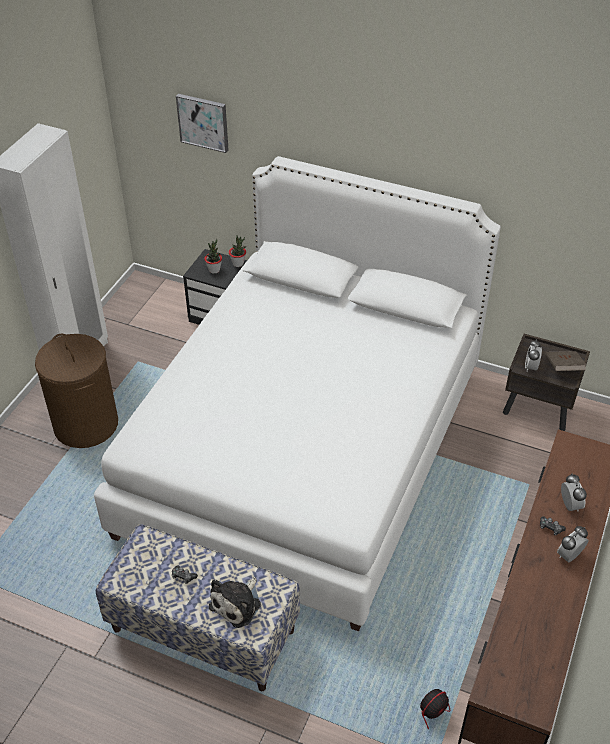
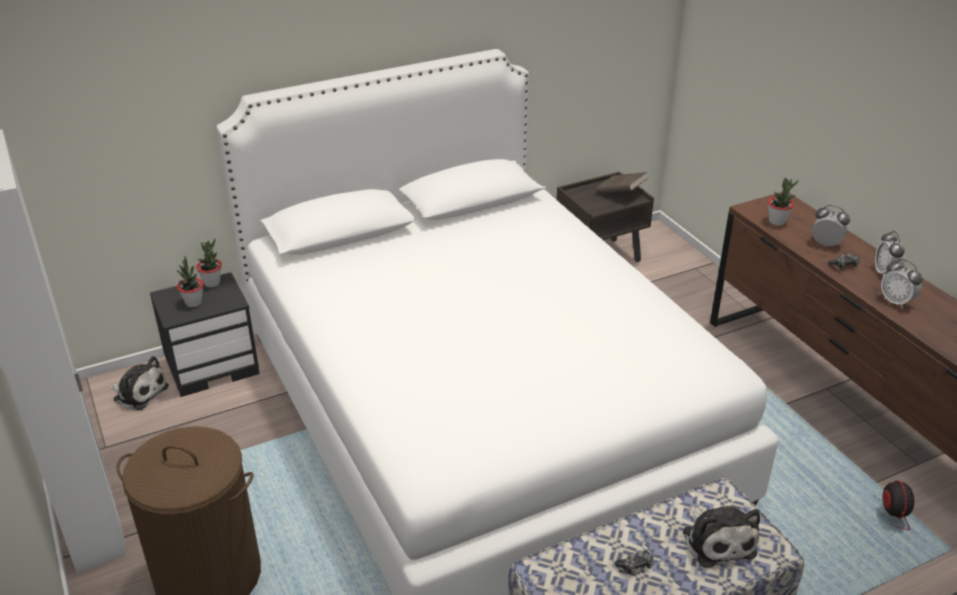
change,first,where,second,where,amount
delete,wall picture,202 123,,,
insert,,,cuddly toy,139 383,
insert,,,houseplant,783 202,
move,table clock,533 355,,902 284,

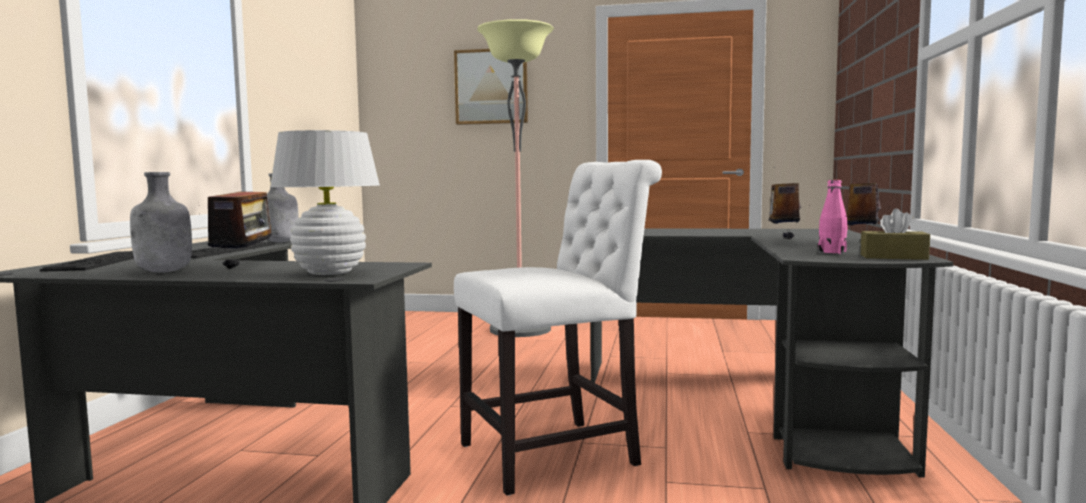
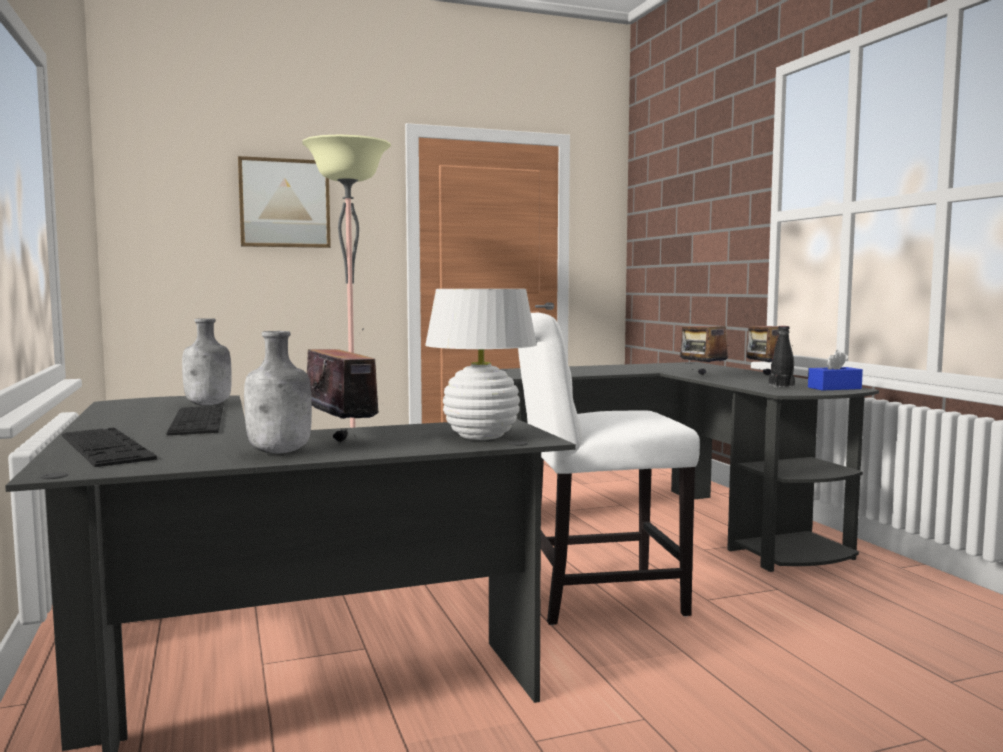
change,first,where,second,where,amount
recolor,pinkish drink bottle,833 217,blackish drink bottle,782 357,
recolor,brown box of tissues,895 234,bluish box of tissues,835 370,
rotate,white upright chair,558 328,,609 469,135 degrees counterclockwise

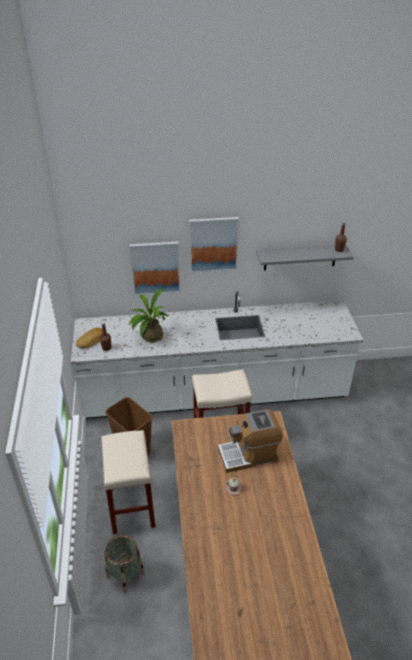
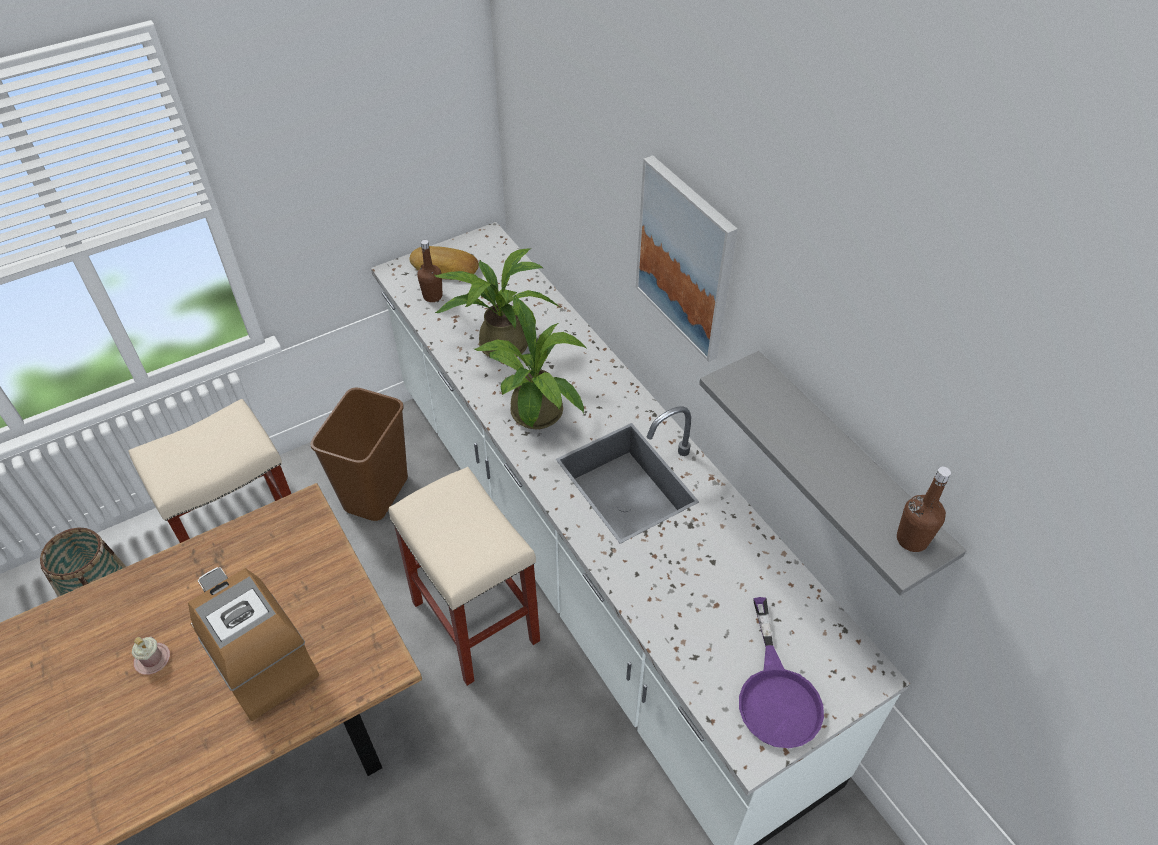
change,first,where,second,where,amount
delete,wall picture,155 268,,,
insert,,,houseplant,530 362,
insert,,,purple skillet,781 672,

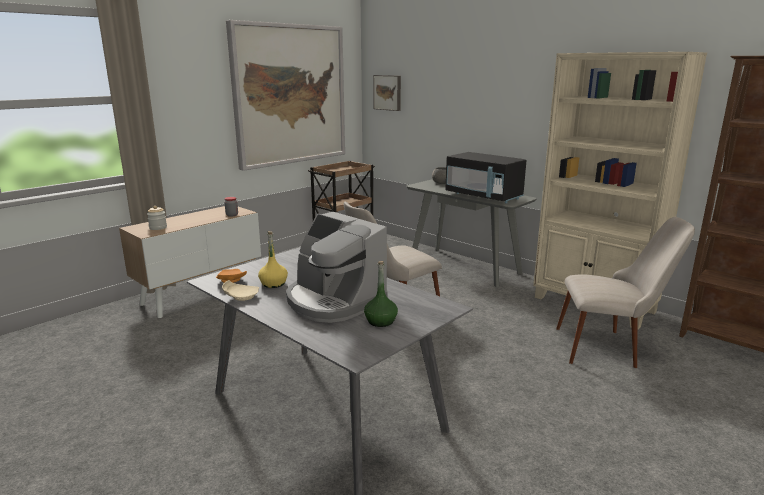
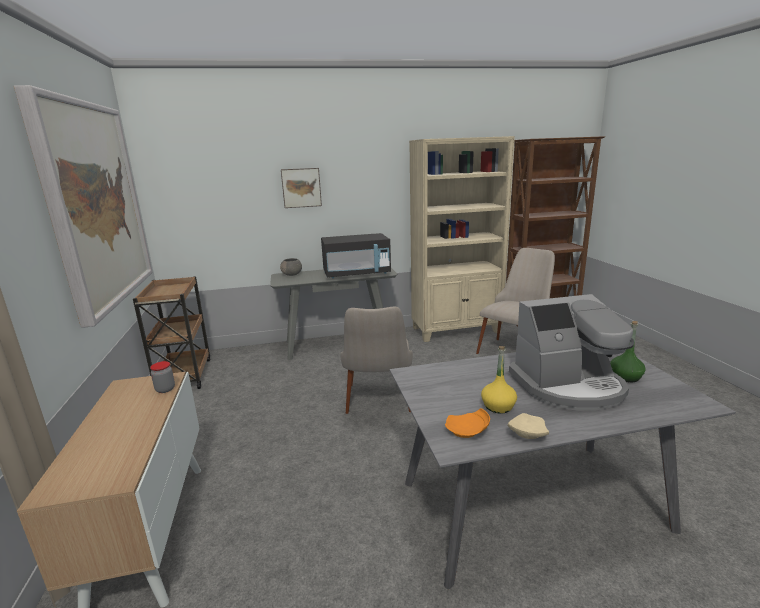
change,first,where,second,where,amount
delete,storage jar,157 218,,,
move,wall picture,387 93,,301 188,

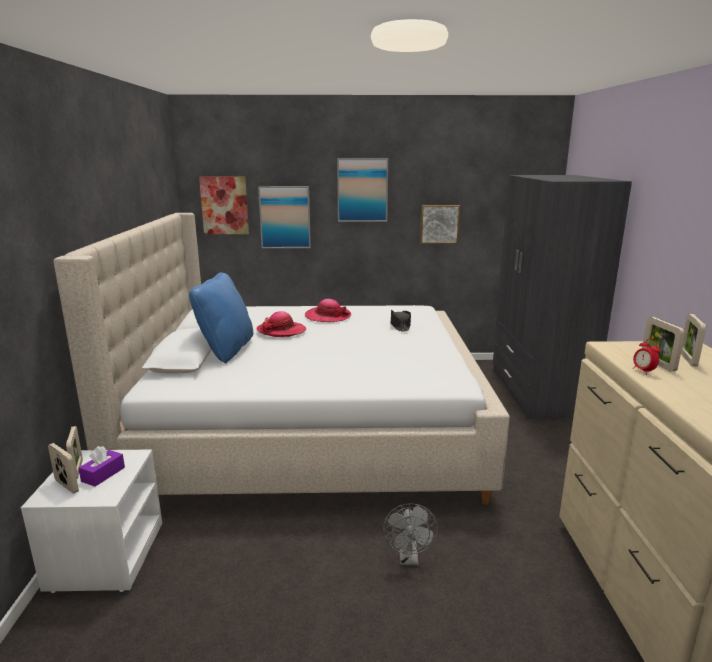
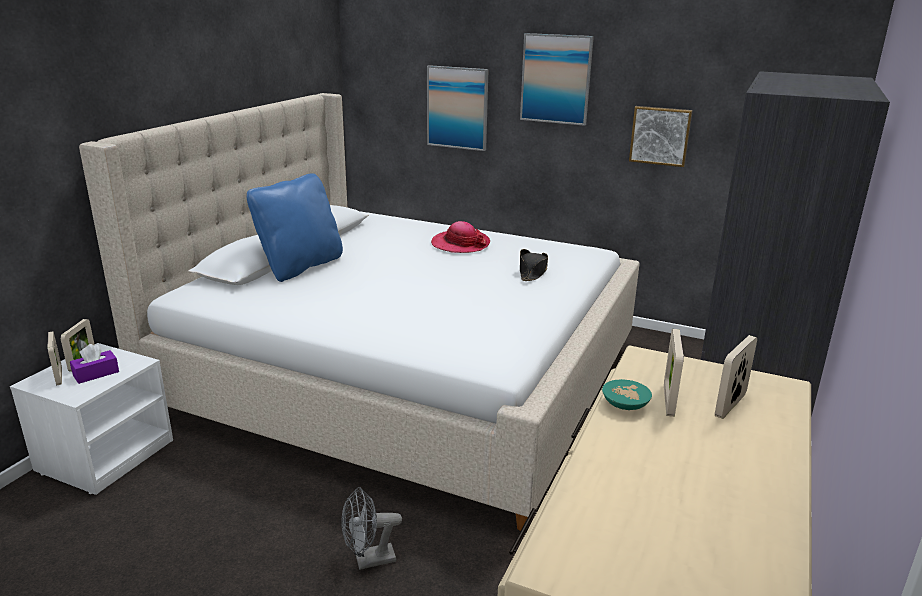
change,first,where,second,where,amount
delete,wall picture,224 205,,,
delete,hat,281 324,,,
replace,table clock,647 356,turquoise-coloured deep dish,627 394,
rotate,grey cooling fan,410 534,,371 528,45 degrees clockwise

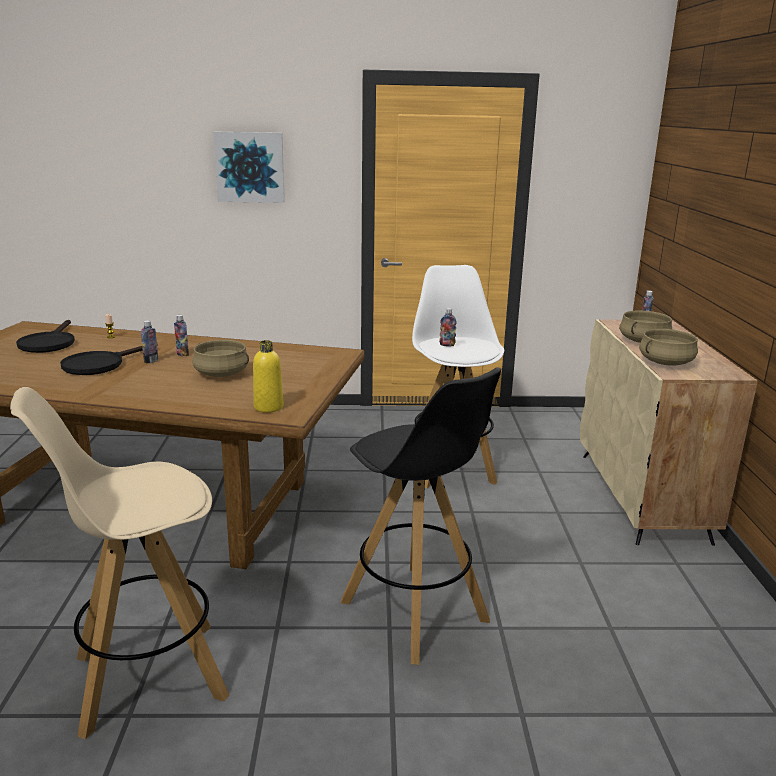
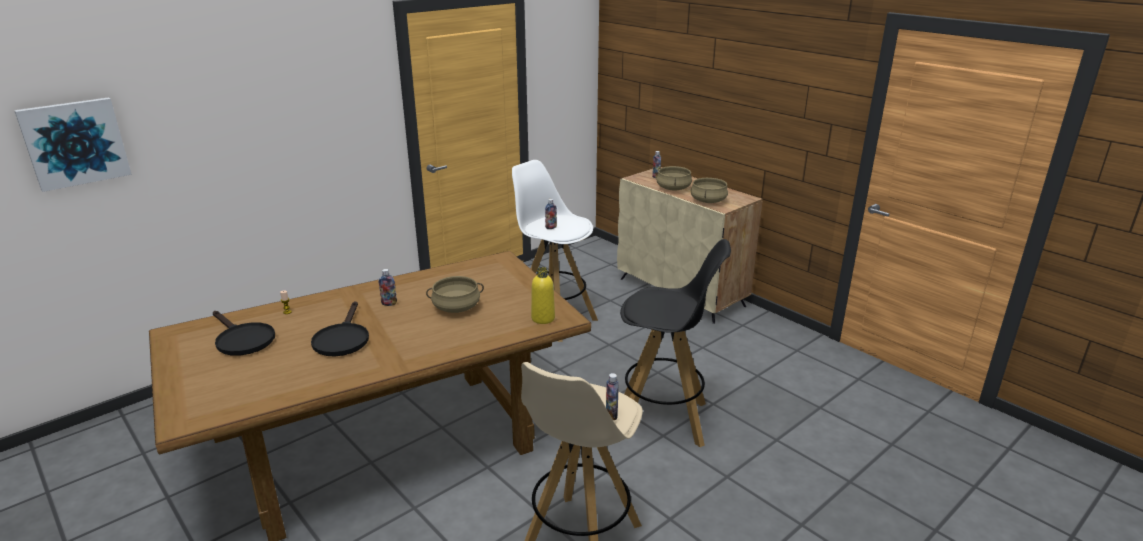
change,first,where,second,where,amount
move,drink bottle,149 342,,612 396,
move,wall picture,249 167,,73 144,

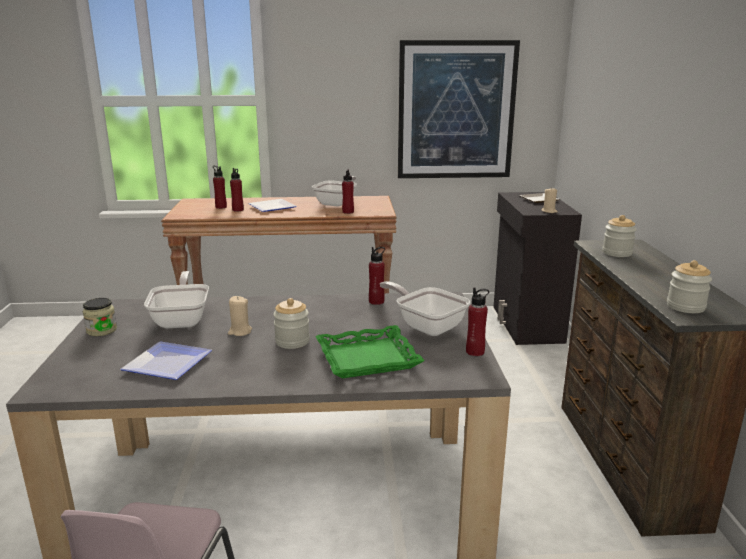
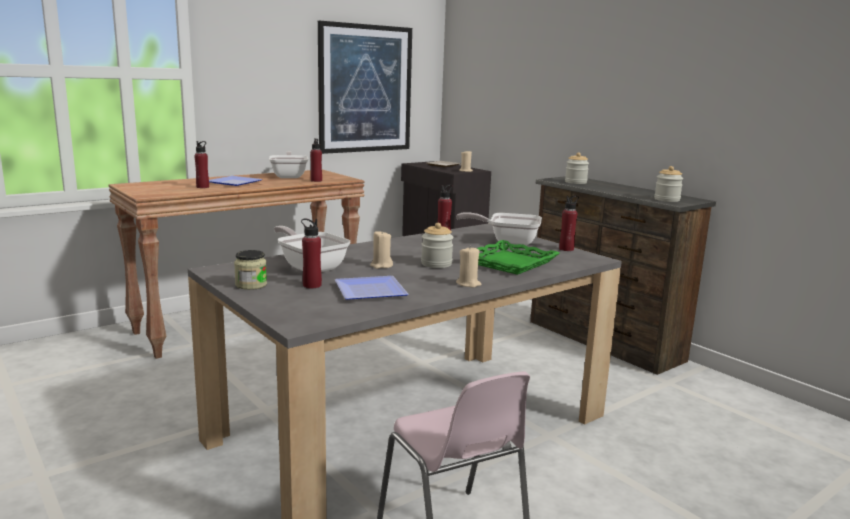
change,first,where,second,where,amount
insert,,,sand-coloured wax candle,469 267,
move,reddish drink bottle,220 187,,311 253,

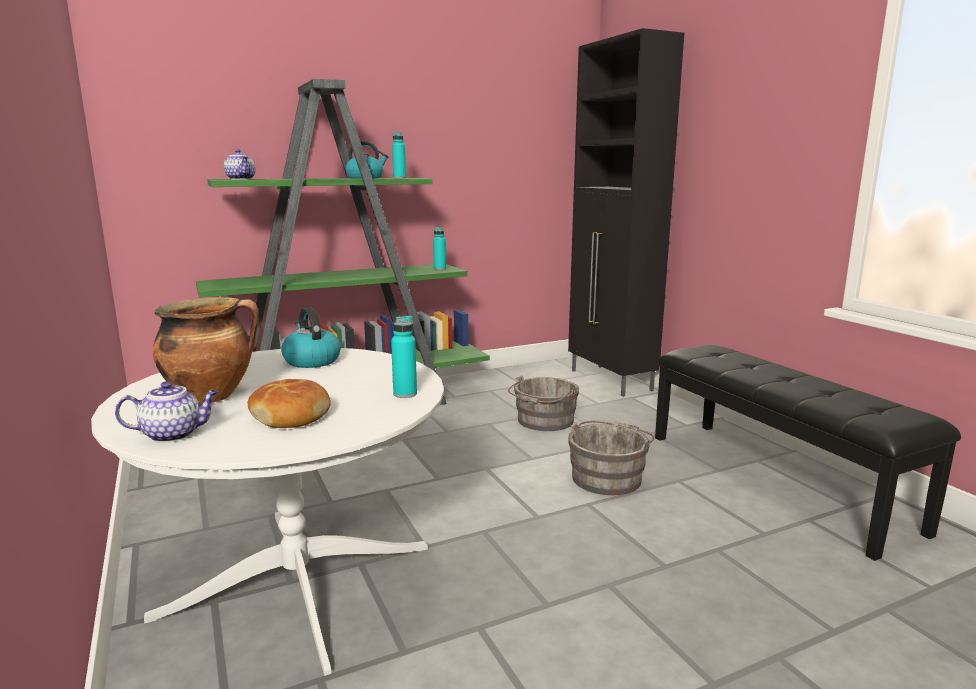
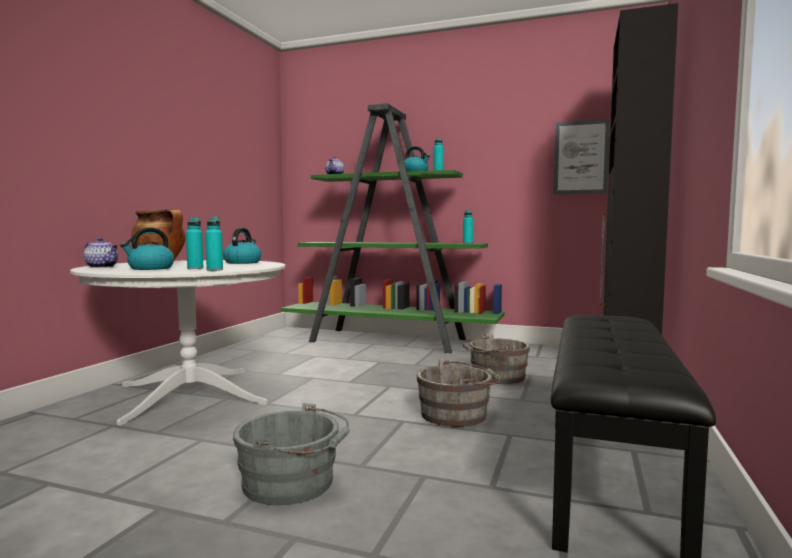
change,first,where,second,where,amount
insert,,,turquoise-coloured drink bottle,194 243,
insert,,,grey bucket,291 454,
insert,,,wall picture,581 156,
replace,bakery bread,289 403,tea kettle,147 249,

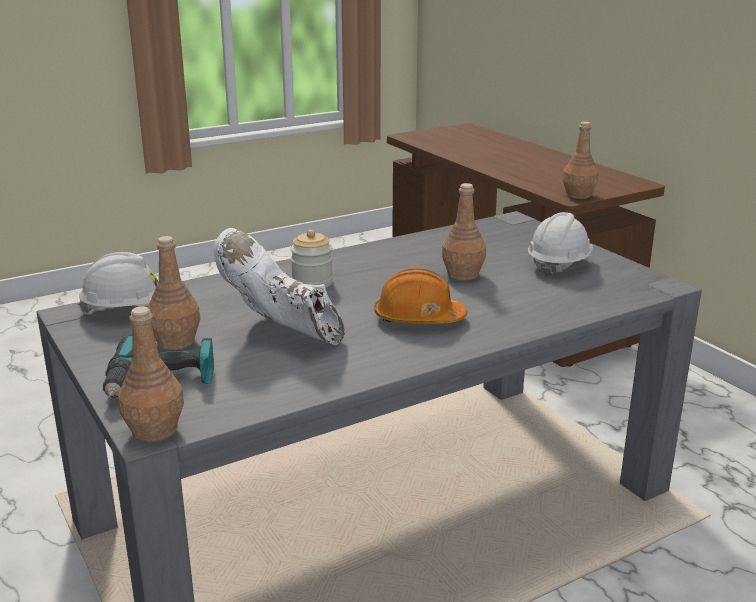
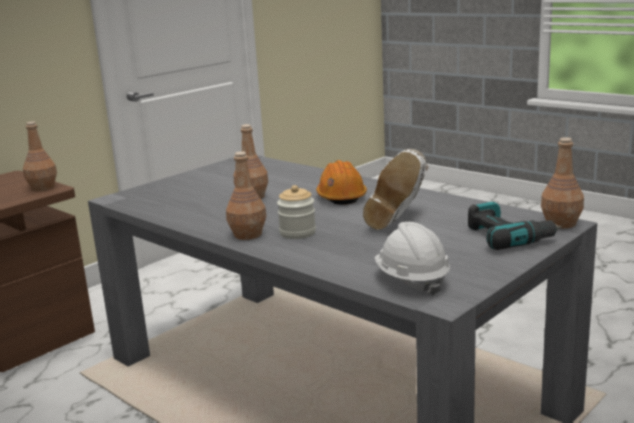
change,first,where,second,where,amount
delete,white work helmet,560 244,,,
move,brown drink bottle,174 293,,246 195,

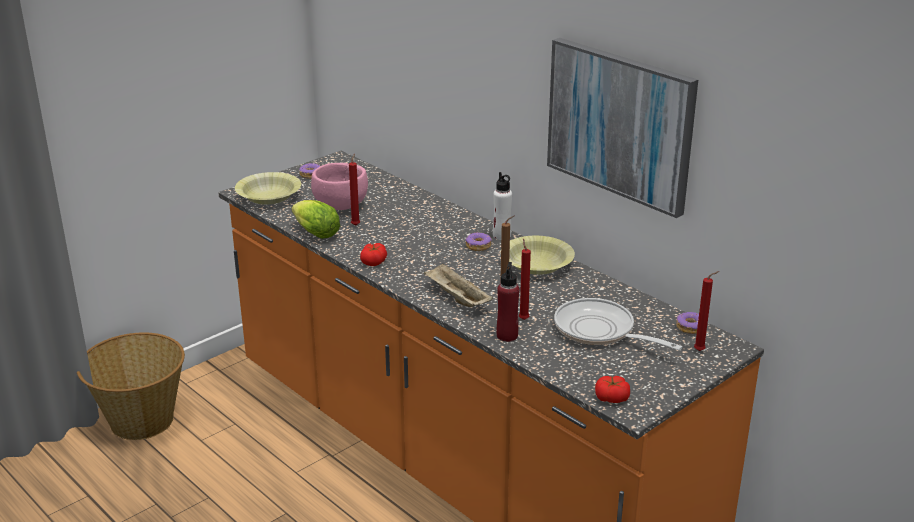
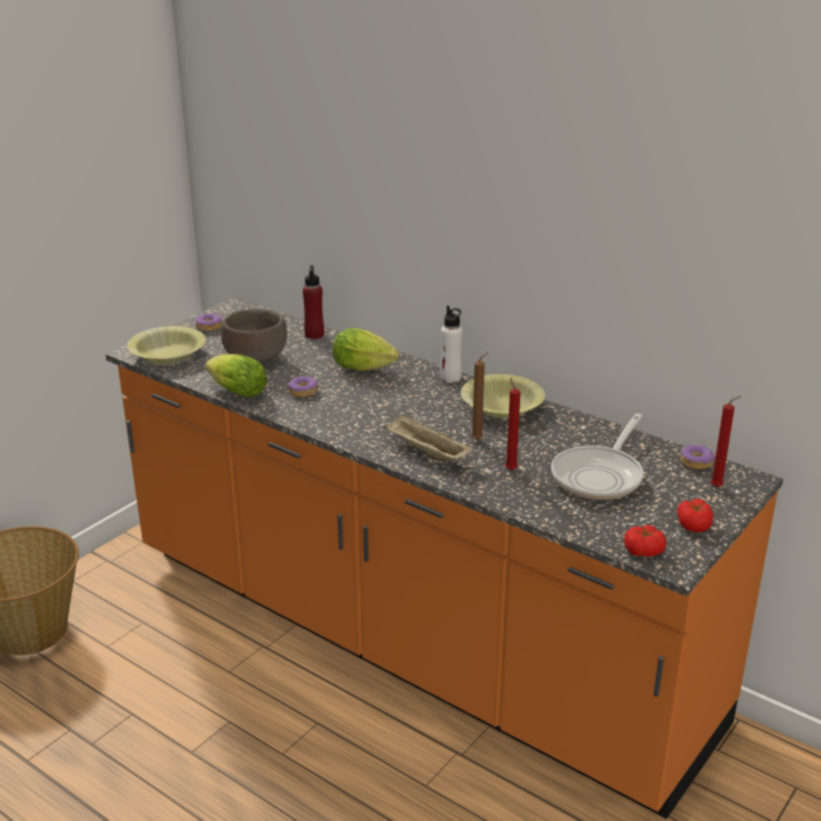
change,first,where,second,where,amount
delete,reddish wax candle,354 190,,,
delete,wall picture,622 128,,,
insert,,,lettuce head,366 349,
move,fresh tomato,373 254,,695 515,
move,doughnut,479 241,,303 386,
move,reddish drink bottle,507 302,,313 302,
recolor,pinkish deep dish,339 186,brown deep dish,254 336,
rotate,skillet,618 324,,597 456,90 degrees counterclockwise

